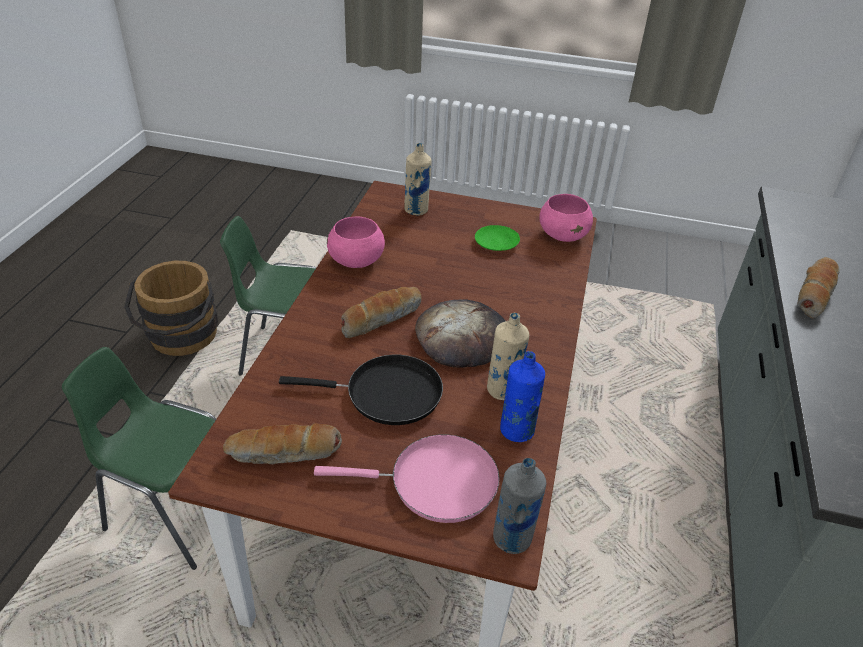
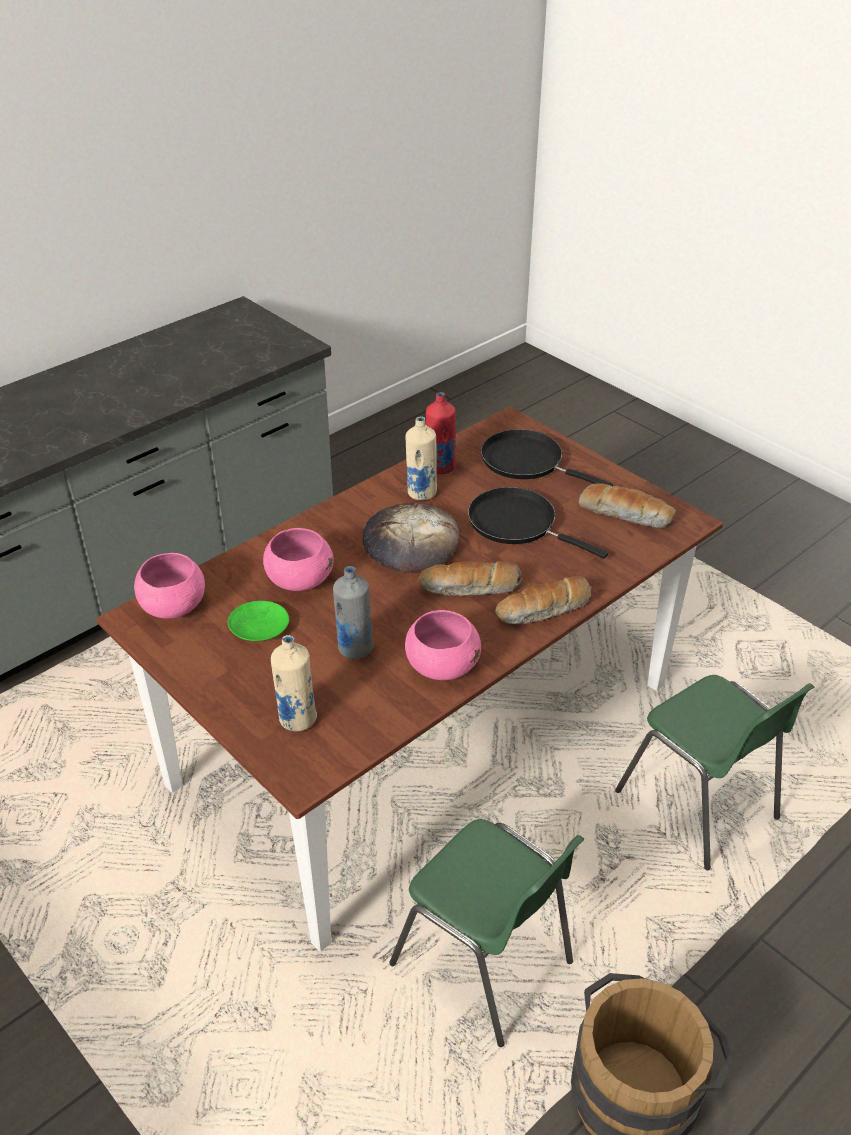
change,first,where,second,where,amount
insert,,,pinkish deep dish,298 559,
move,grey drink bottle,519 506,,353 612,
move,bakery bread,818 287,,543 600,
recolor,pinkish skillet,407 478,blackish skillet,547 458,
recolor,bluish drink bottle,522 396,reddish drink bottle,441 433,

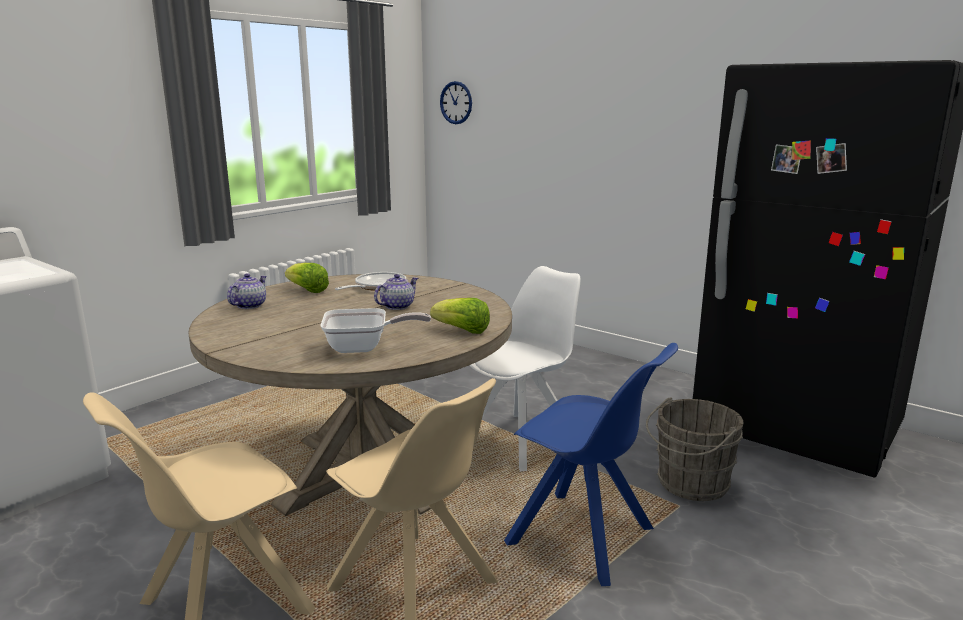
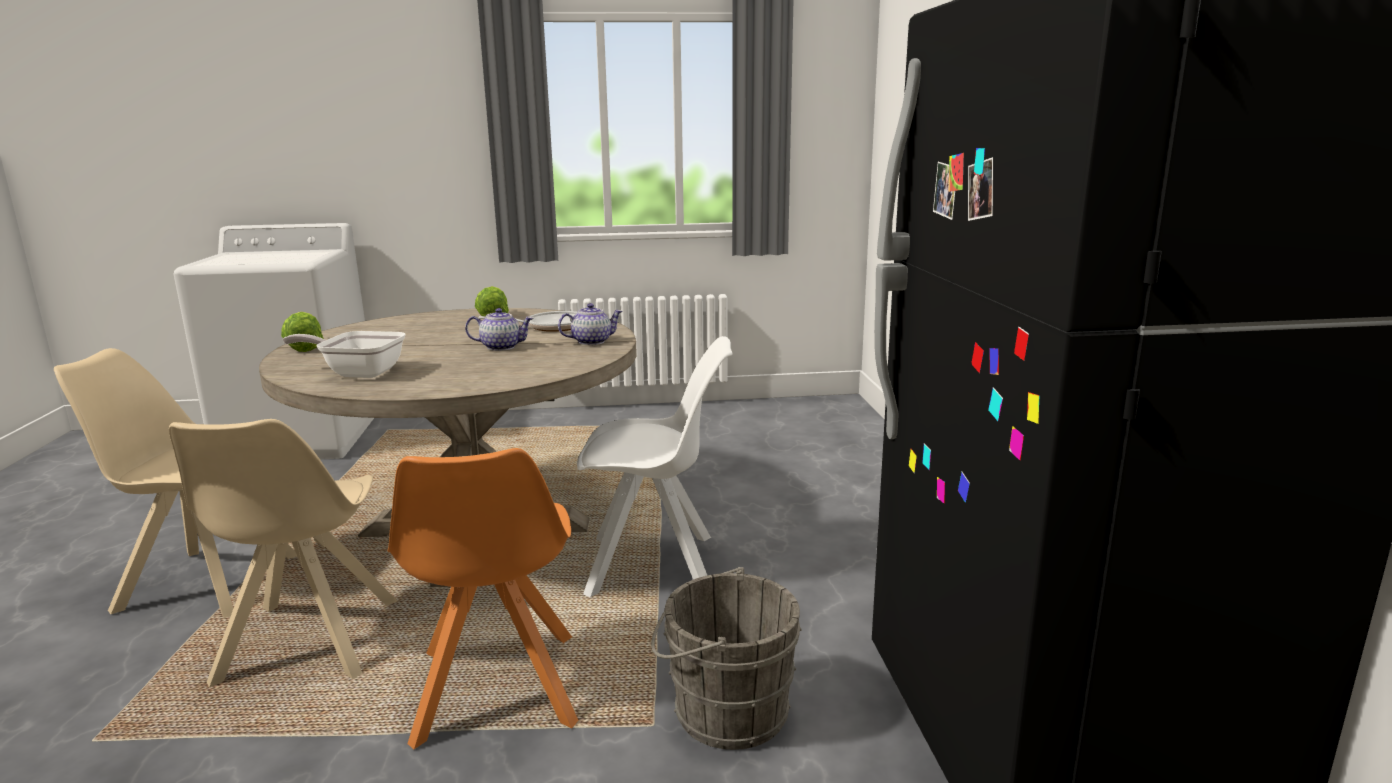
change,first,where,second,where,amount
delete,clock on the wall,456 102,,,
move,teapot,247 291,,590 324,
move,lettuce head,460 316,,302 332,
recolor,bluish upright chair,591 464,orange-coloured upright chair,483 598,
rotate,skillet,376 330,,344 354,150 degrees clockwise

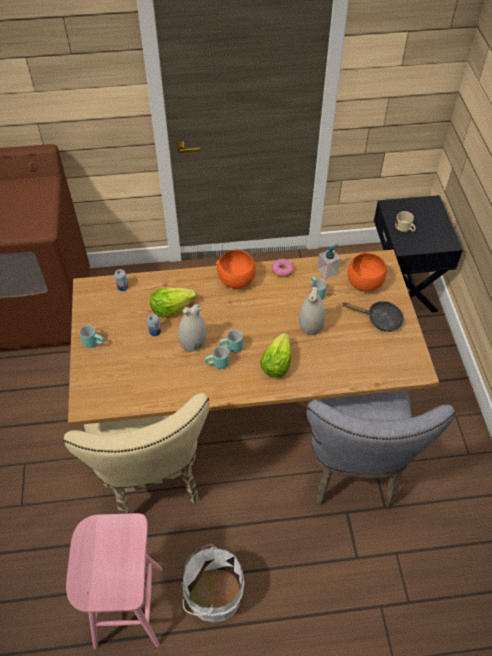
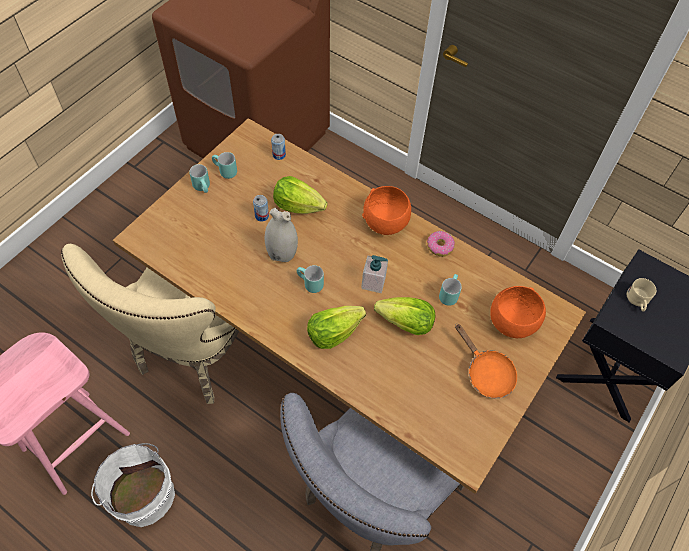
change,first,where,second,where,amount
move,turquoise-coloured tea mug,217 357,,224 165,
move,soap dispenser,329 262,,374 274,
replace,white vase,312 311,lettuce head,404 316,
recolor,blackish skillet,373 316,orange-coloured skillet,486 361,

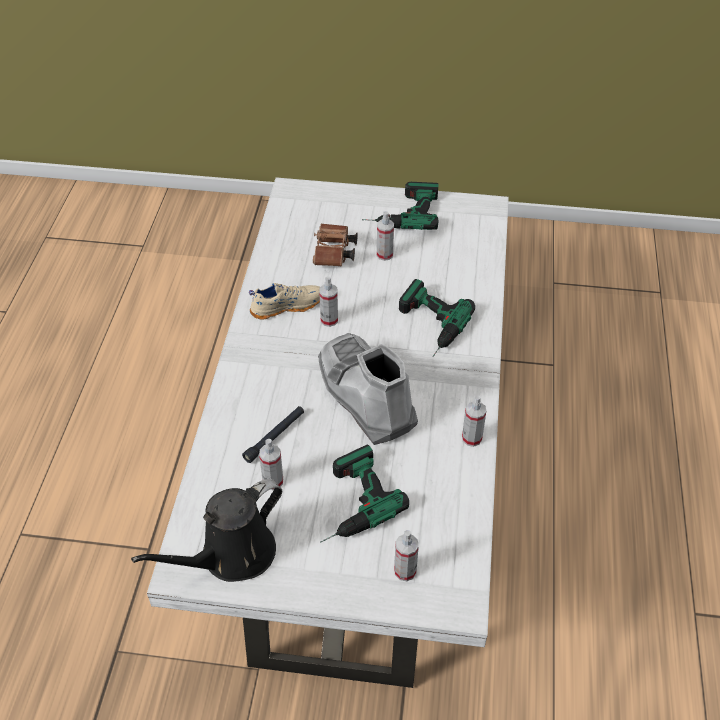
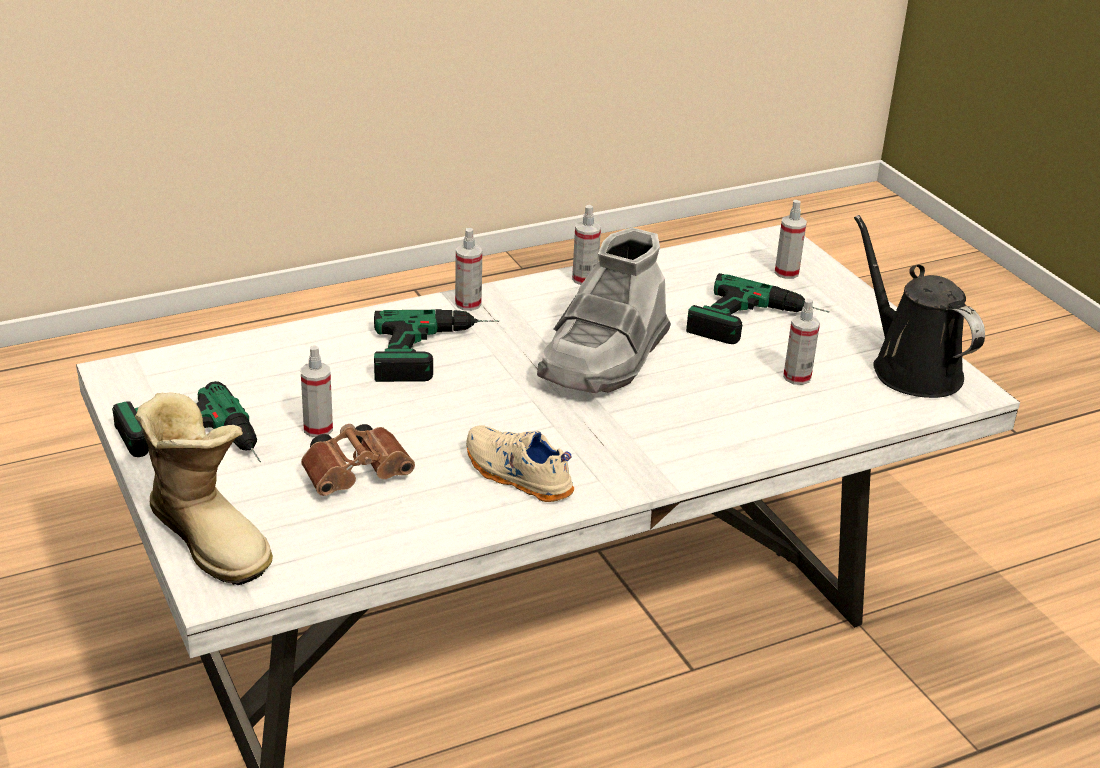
change,first,where,second,where,amount
delete,blackish flashlight,273 434,,,
insert,,,boot,204 488,
move,hand sprayer,328 301,,469 269,
rotate,blackish watering pot,206 530,,919 306,135 degrees counterclockwise

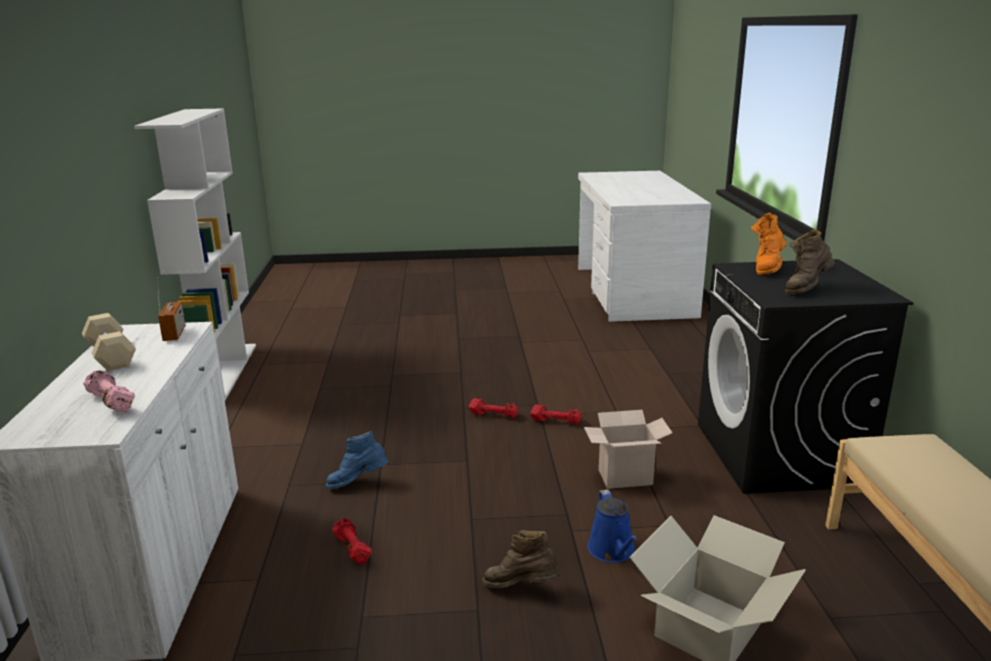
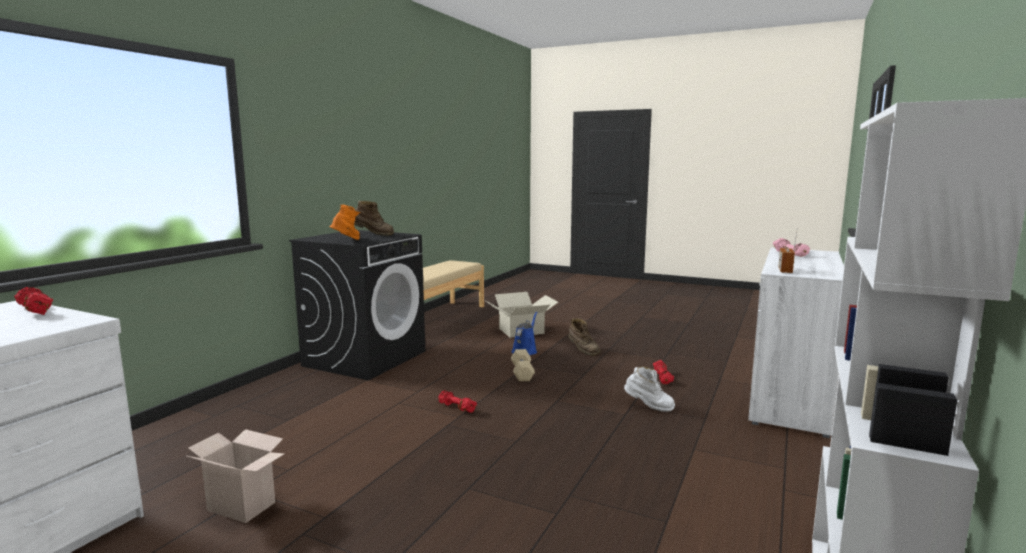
change,first,where,second,where,amount
move,sand-coloured hand weight,109 342,,523 365,
move,reddish hand weight,493 408,,34 301,
move,cardboard box,628 449,,235 476,
recolor,bluish boot,357 459,white boot,649 389,
rotate,orange-coloured boot,768 244,,345 222,45 degrees counterclockwise

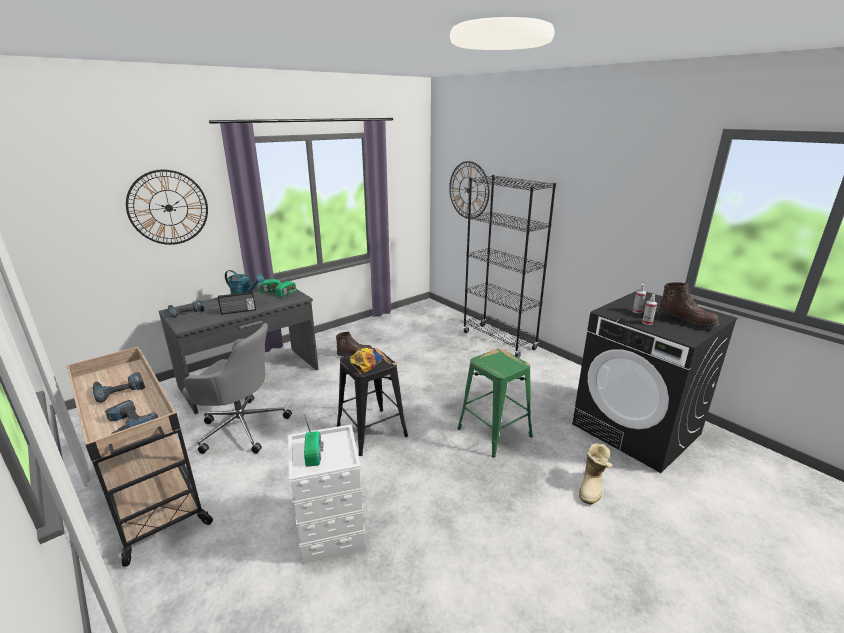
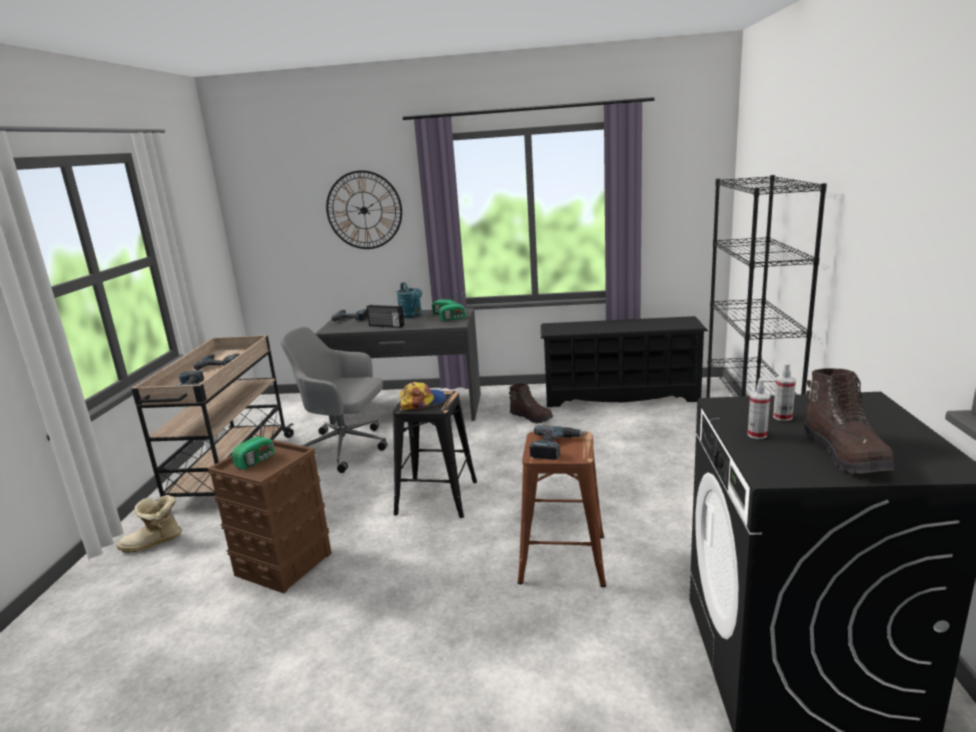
change,first,where,second,where,amount
delete,clock on the wall,469 190,,,
insert,,,drill,557 442,
insert,,,blackish shoe stand,624 361,
move,boot,596 473,,149 524,
recolor,white storage container,326 494,brown storage container,269 516,
recolor,green stool seat,495 403,brown stool seat,562 509,
rotate,grey computer chair,237 388,,334 400,135 degrees clockwise

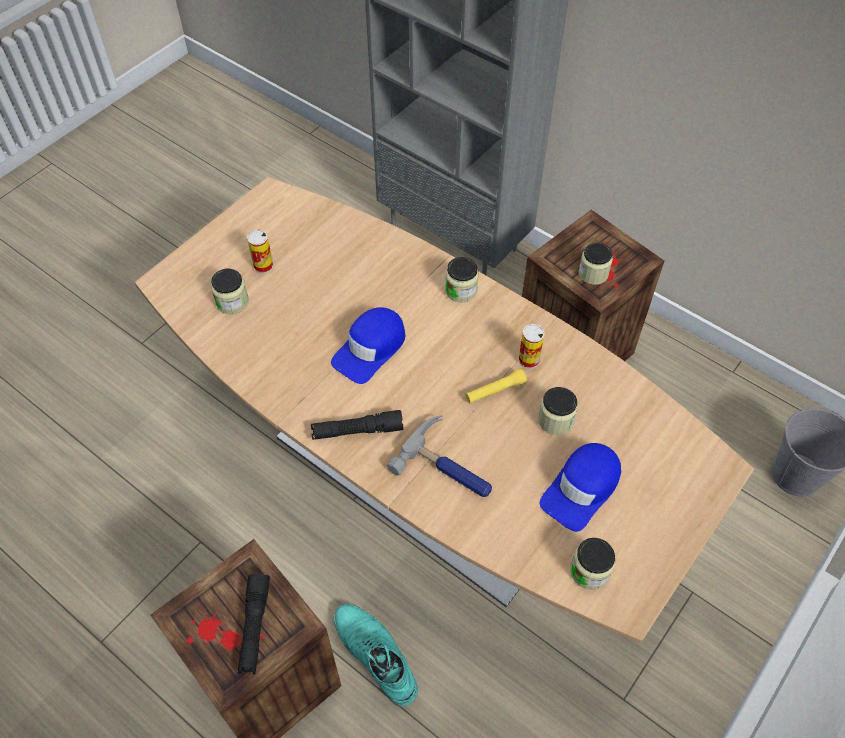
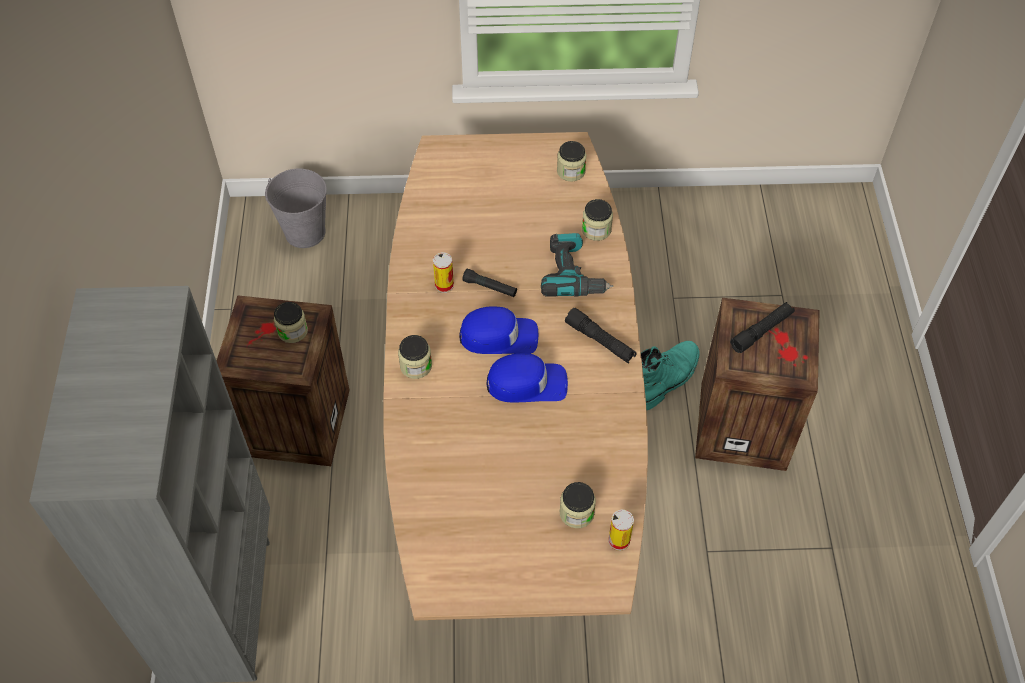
change,first,where,second,where,amount
move,can,260 251,,621 530,
move,storage jar,558 411,,597 220,
move,bluish baseball cap,580 487,,498 330,
replace,hammer,439 456,drill,577 265,
recolor,yellow-coloured flashlight,496 386,blackish flashlight,489 282,
rotate,turquoise-coloured boot,376 655,,670 375,150 degrees counterclockwise

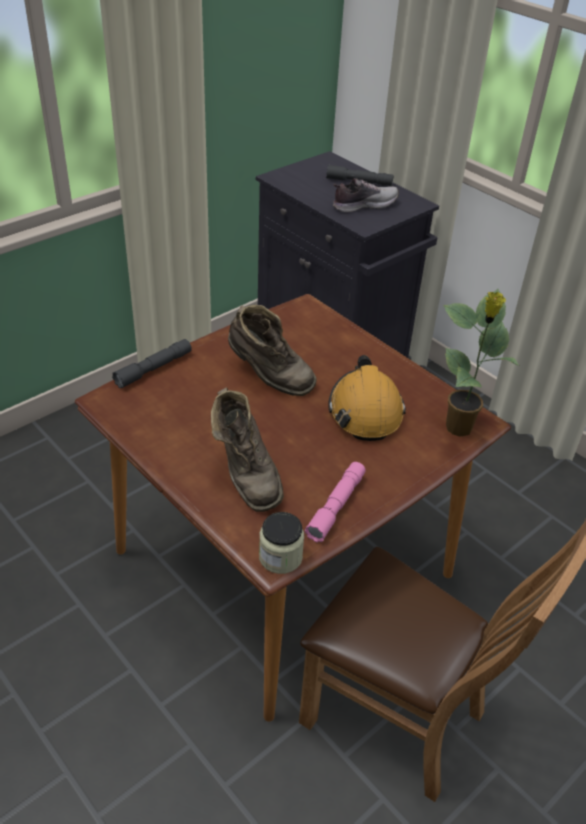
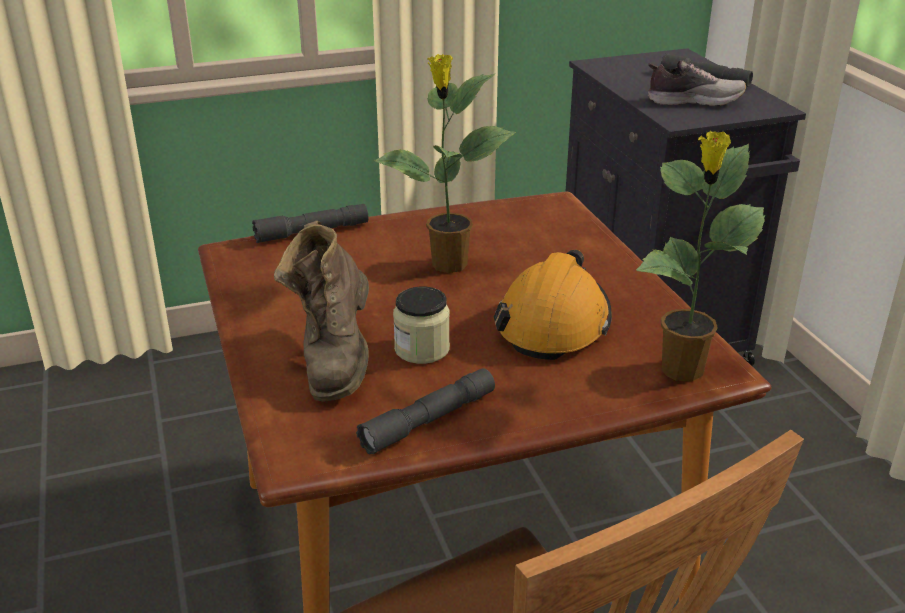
change,first,where,second,where,amount
move,storage jar,281 543,,421 325,
replace,brown boot,272 350,houseplant,444 163,
recolor,pinkish flashlight,335 502,grey flashlight,425 411,

